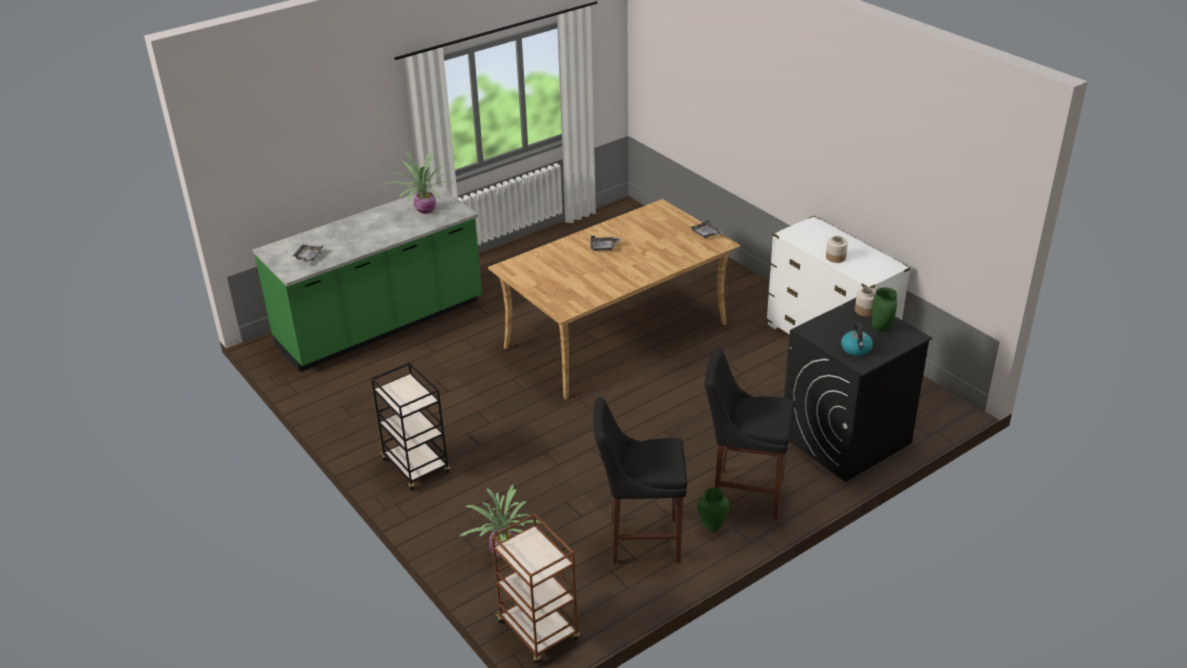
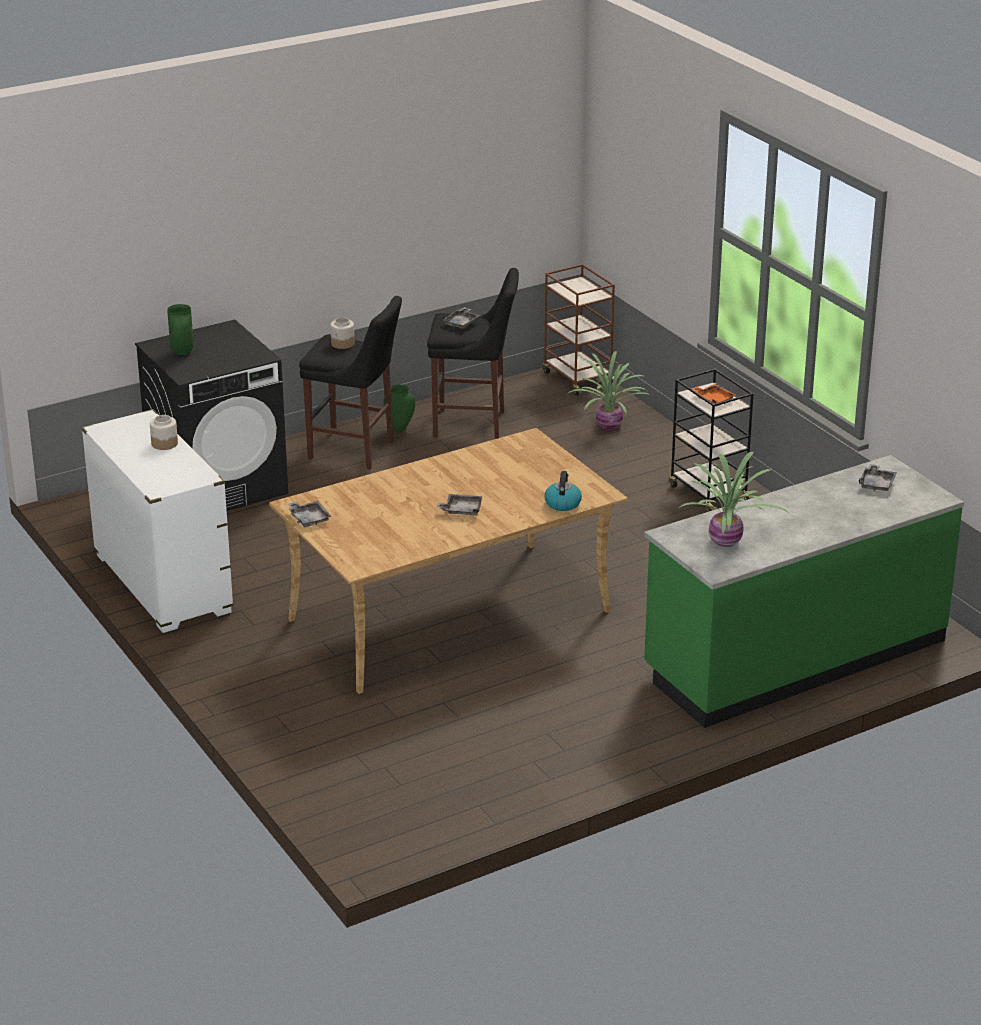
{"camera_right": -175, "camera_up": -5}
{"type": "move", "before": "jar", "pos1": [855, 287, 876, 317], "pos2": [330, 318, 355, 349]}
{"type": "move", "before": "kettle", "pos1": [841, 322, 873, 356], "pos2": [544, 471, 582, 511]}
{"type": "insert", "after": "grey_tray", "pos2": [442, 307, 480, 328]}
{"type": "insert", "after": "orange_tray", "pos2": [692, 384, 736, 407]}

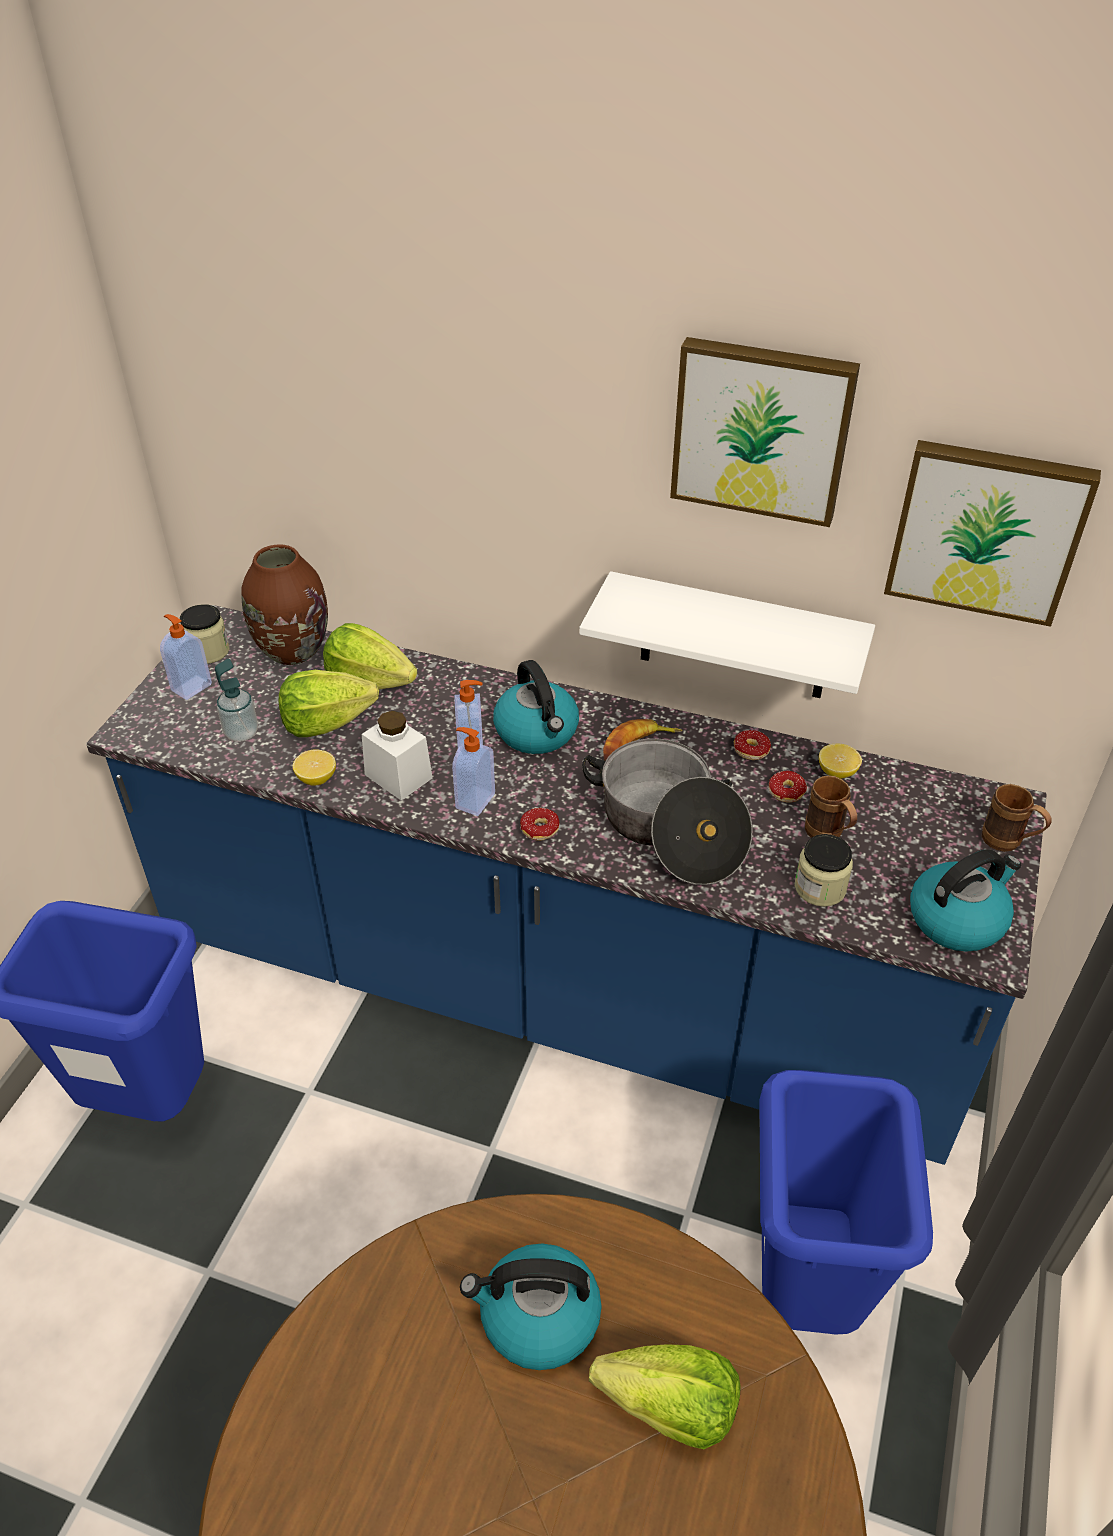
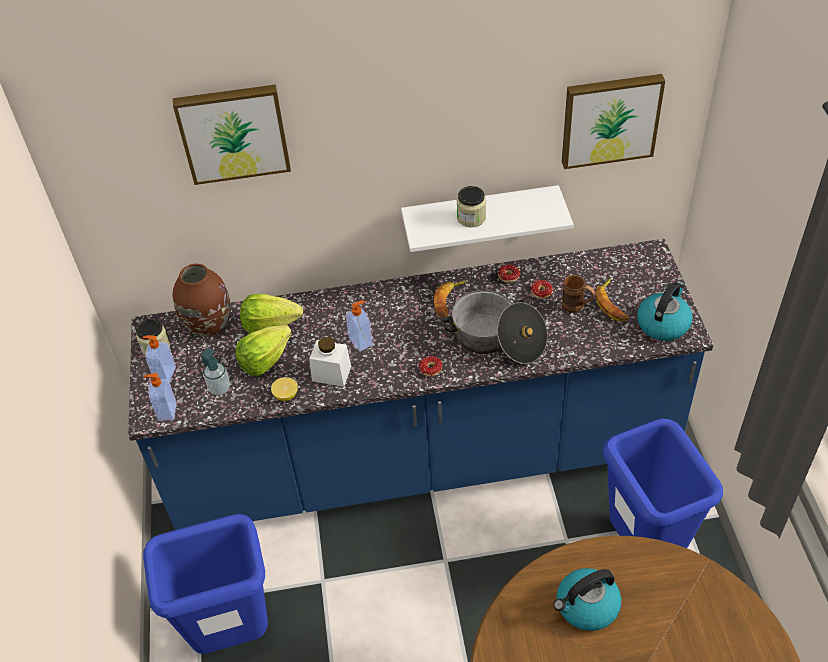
{"camera_right": -25, "camera_up": 5}
{"type": "move", "before": "picture", "pos1": [670, 337, 860, 527], "pos2": [173, 84, 291, 185]}
{"type": "delete", "before": "kettle", "pos1": [493, 660, 579, 754]}
{"type": "move", "before": "soap_dispenser", "pos1": [452, 727, 495, 816], "pos2": [144, 373, 177, 421]}
{"type": "delete", "before": "lemon", "pos1": [819, 743, 862, 779]}
{"type": "delete", "before": "brown_mug", "pos1": [982, 784, 1052, 852]}
{"type": "move", "before": "jar", "pos1": [795, 834, 853, 907], "pos2": [457, 186, 486, 227]}
{"type": "delete", "before": "lettuce", "pos1": [589, 1344, 741, 1449]}
{"type": "insert", "after": "banana", "pos2": [596, 278, 629, 322]}

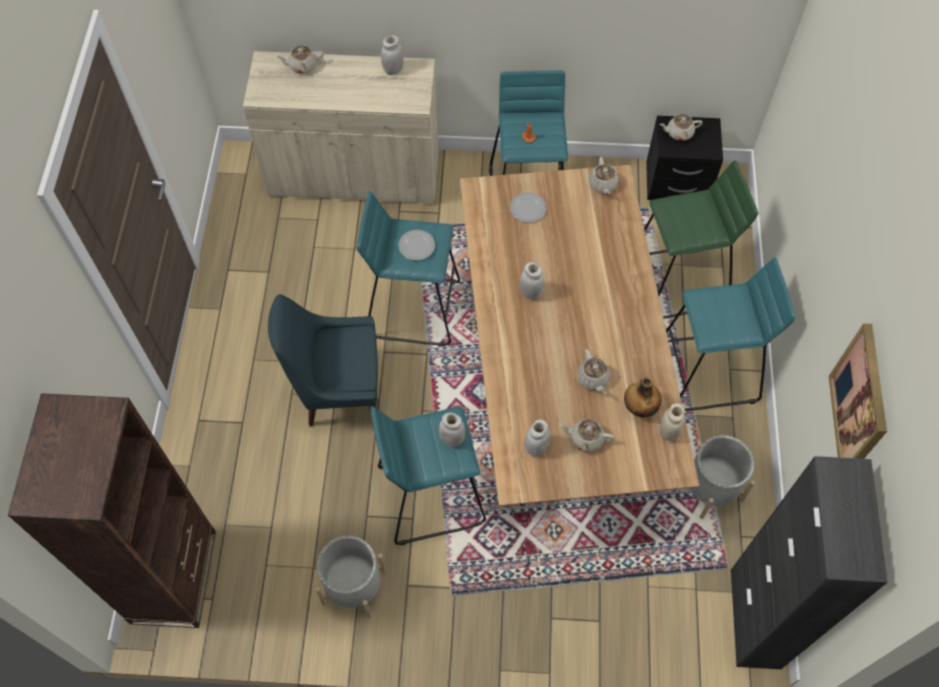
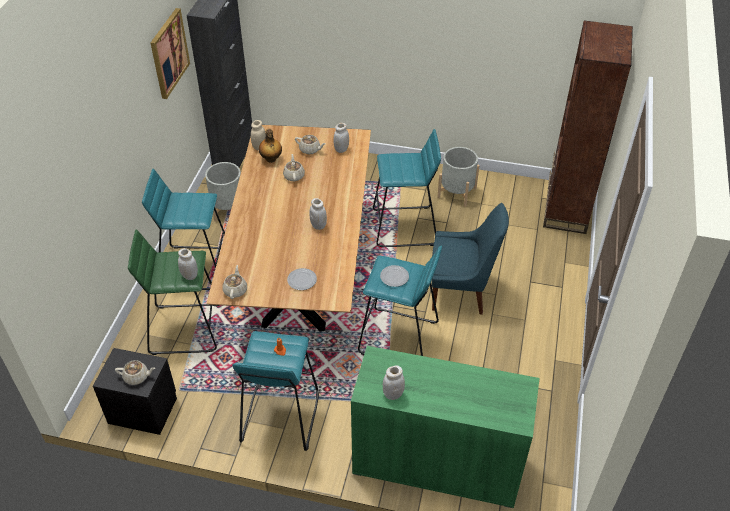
{"camera_right": -170, "camera_up": -15}
{"type": "delete", "before": "beige_teapot", "pos1": [276, 45, 324, 74]}
{"type": "recolor", "before": "beige_cabinet", "after": "green_cabinet", "pos1": [243, 51, 439, 203], "pos2": [351, 346, 539, 508]}
{"type": "move", "before": "white_jar", "pos1": [439, 413, 465, 447], "pos2": [178, 248, 198, 280]}

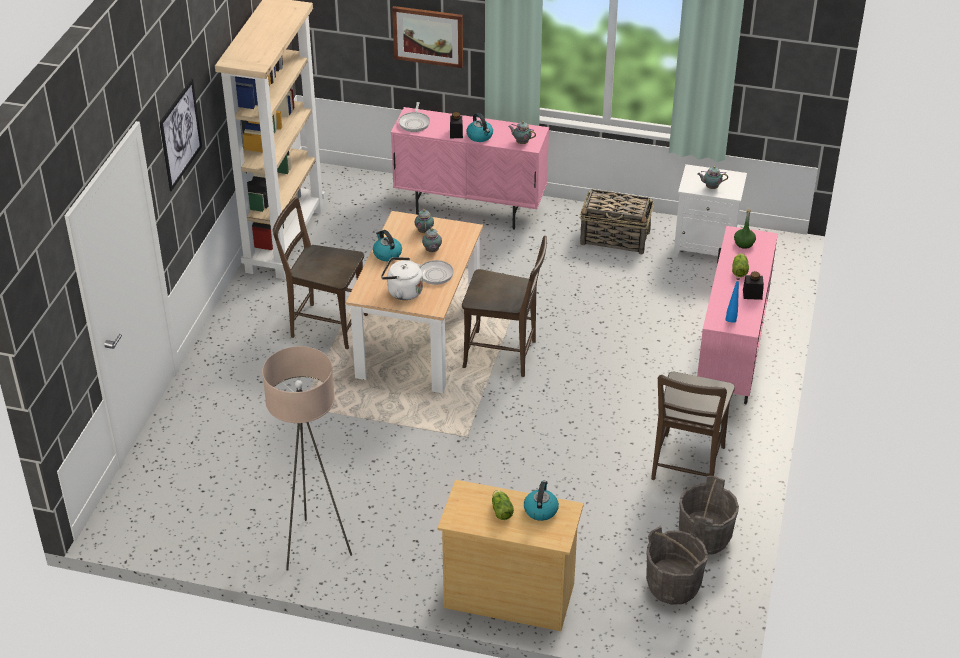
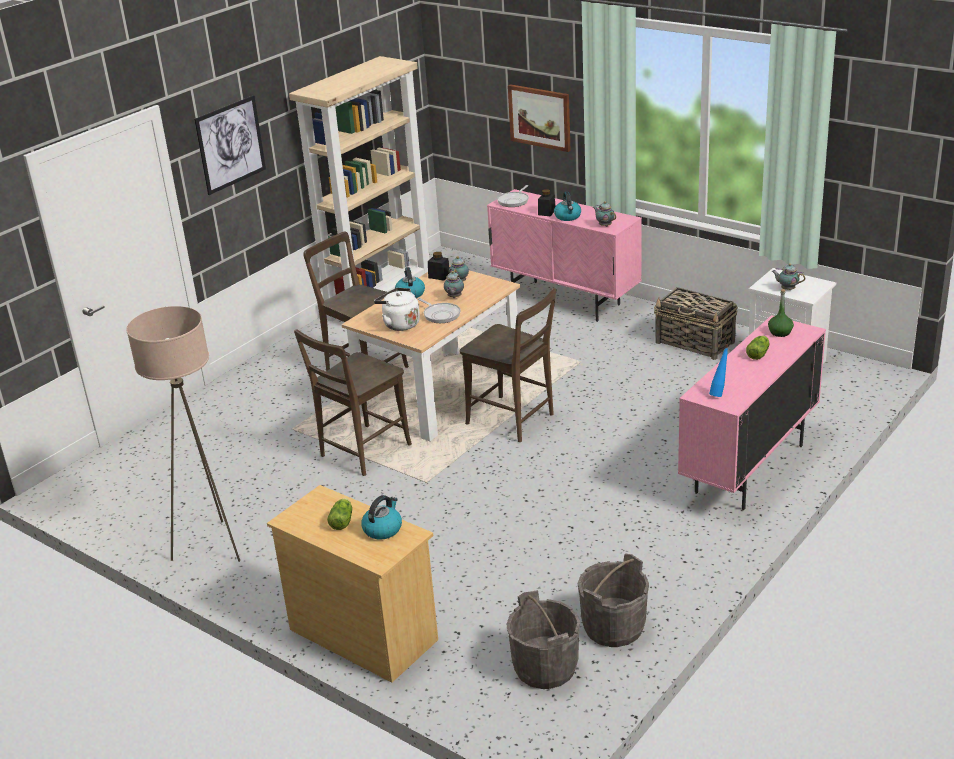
{"camera_right": 25, "camera_up": -10}
{"type": "move", "before": "black_jar", "pos1": [743, 271, 764, 300], "pos2": [428, 252, 449, 281]}
{"type": "move", "before": "brown_chair", "pos1": [651, 372, 735, 480], "pos2": [294, 329, 412, 476]}

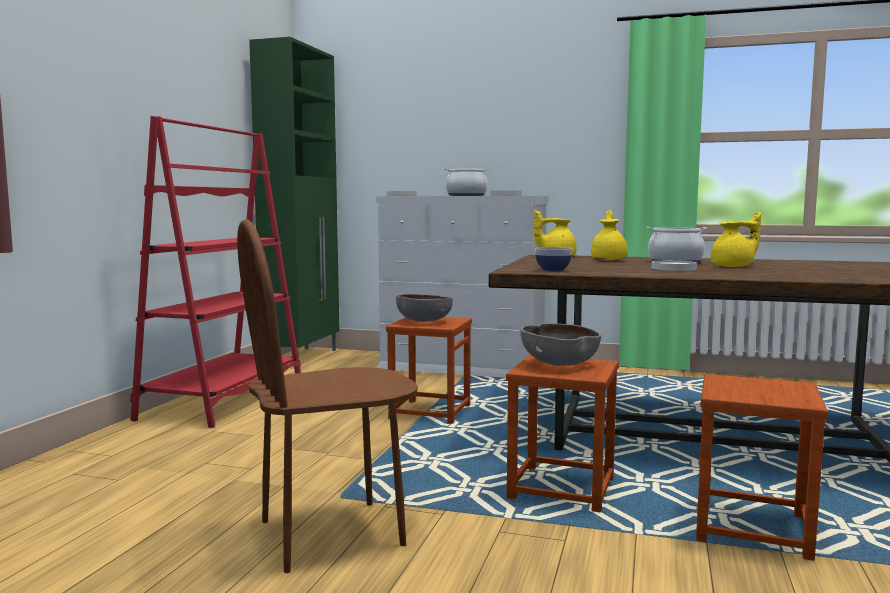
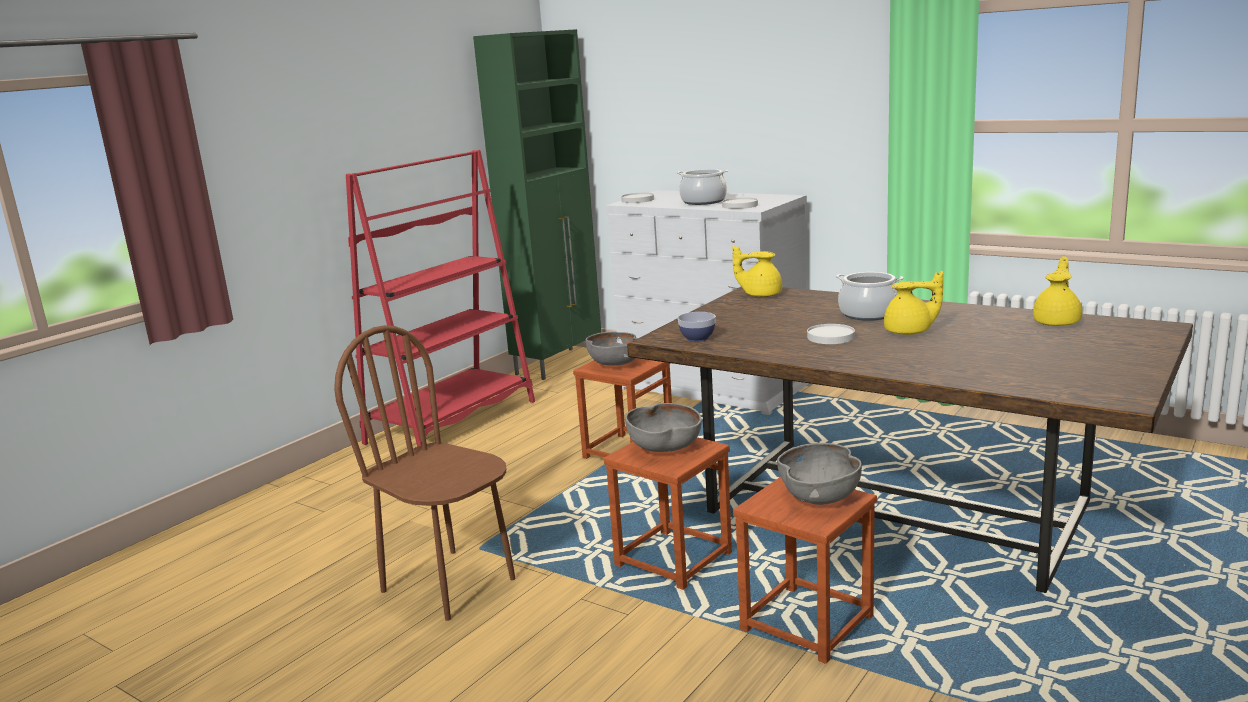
{"camera_right": 20, "camera_up": 10}
{"type": "move", "before": "yellow_teapot", "pos1": [591, 210, 628, 260], "pos2": [1033, 256, 1082, 326]}
{"type": "rotate", "before": "brown_chair", "pos1": [237, 219, 418, 573], "pos2": [334, 325, 516, 621], "turn": 45}
{"type": "insert", "after": "grey_bowl", "pos2": [777, 443, 862, 505]}

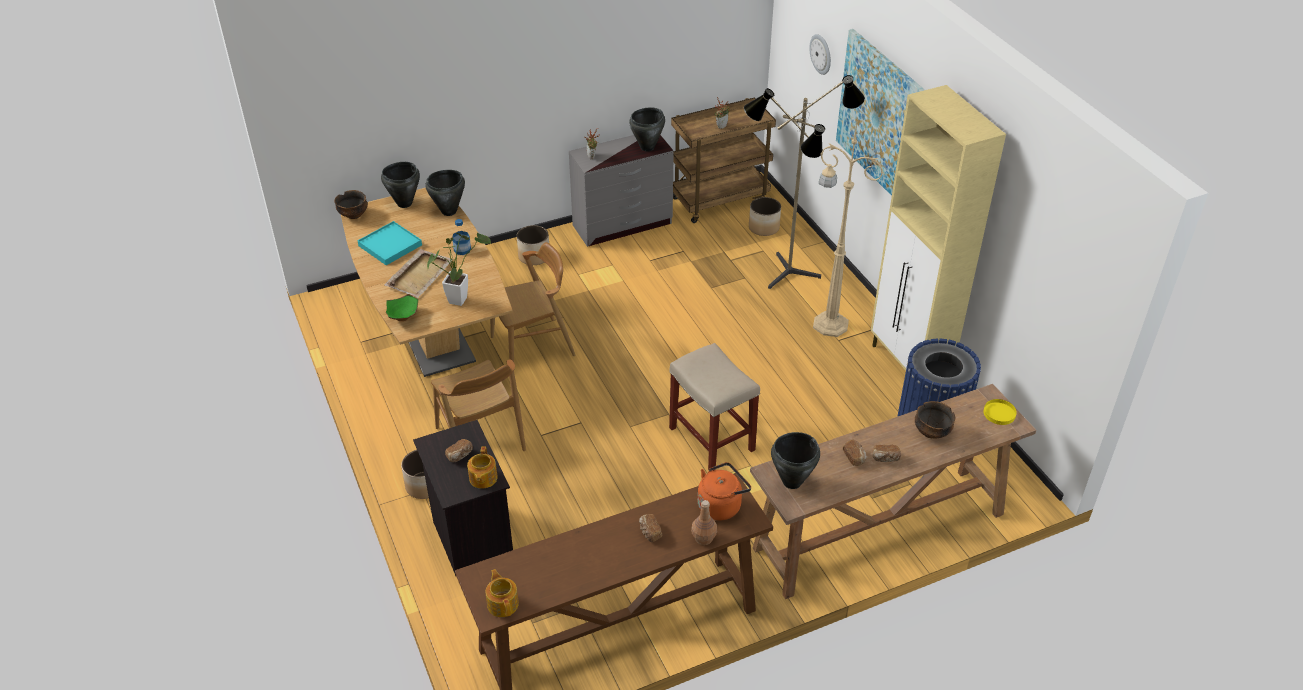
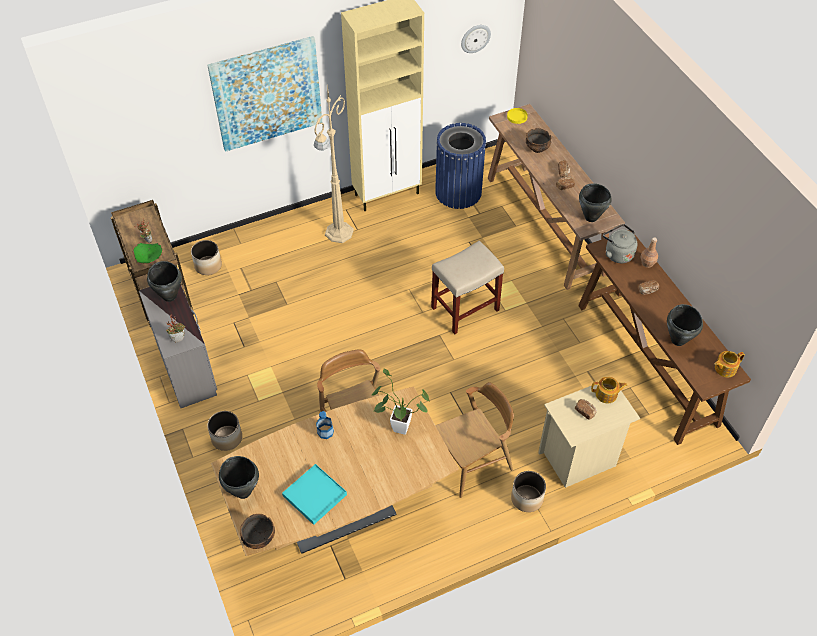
{"camera_right": -90, "camera_up": 10}
{"type": "move", "before": "wall_clock", "pos1": [809, 34, 831, 75], "pos2": [461, 25, 491, 53]}
{"type": "delete", "before": "floor_lamp", "pos1": [744, 75, 865, 289]}
{"type": "move", "before": "black_cooking_pot", "pos1": [425, 170, 465, 216], "pos2": [667, 304, 703, 346]}
{"type": "delete", "before": "beige_tray", "pos1": [385, 249, 453, 298]}
{"type": "move", "before": "green_bowl", "pos1": [386, 294, 418, 321], "pos2": [132, 243, 162, 263]}
{"type": "recolor", "before": "black_nightstand", "after": "beige_nightstand", "pos1": [413, 420, 513, 576], "pos2": [538, 385, 640, 488]}
{"type": "recolor", "before": "orange_kettle", "after": "grey_kettle", "pos1": [698, 462, 751, 521], "pos2": [603, 224, 638, 263]}

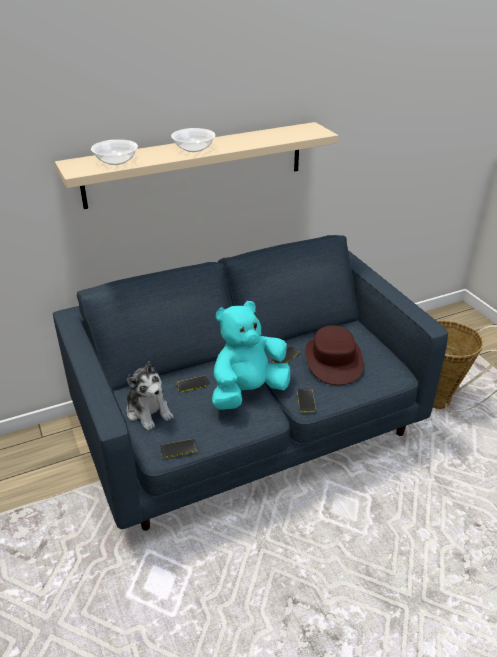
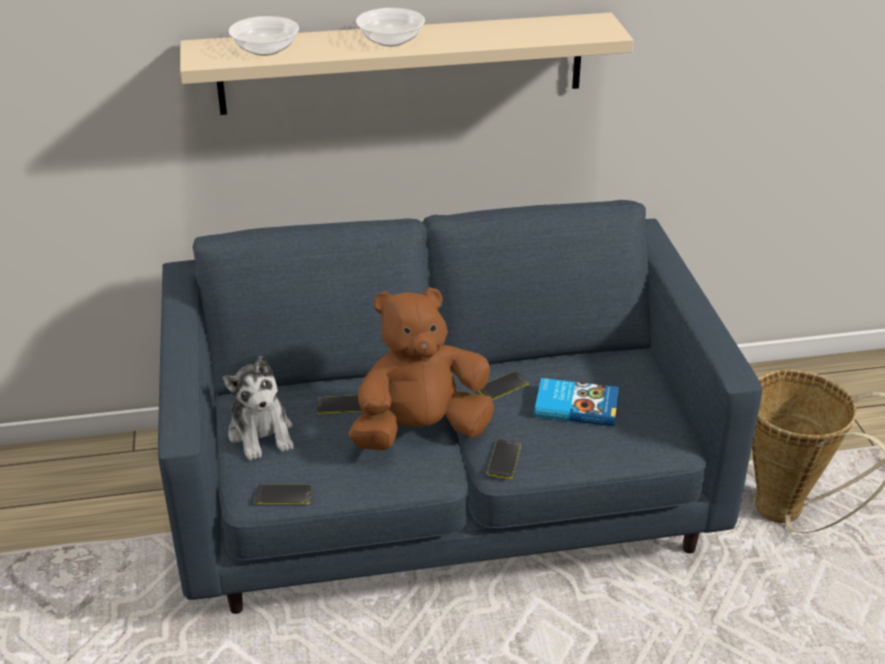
{"camera_right": 15, "camera_up": 0}
{"type": "recolor", "before": "turquoise_plush_toy", "after": "brown_plush_toy", "pos1": [212, 301, 290, 410], "pos2": [348, 287, 494, 450]}
{"type": "replace", "before": "brown_hat", "after": "book", "pos1": [305, 325, 364, 385], "pos2": [534, 378, 619, 426]}

